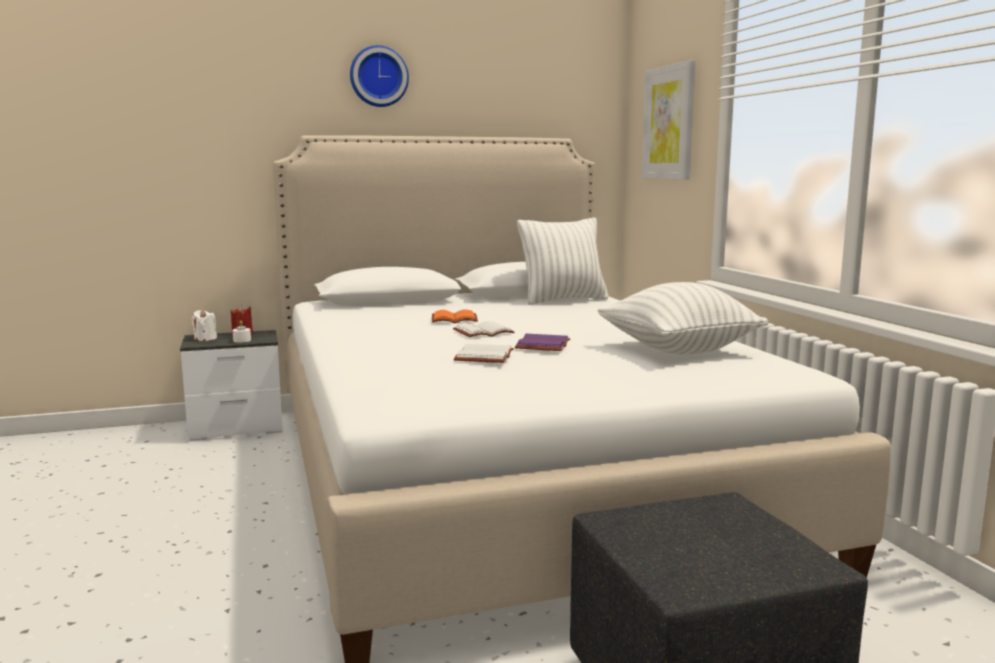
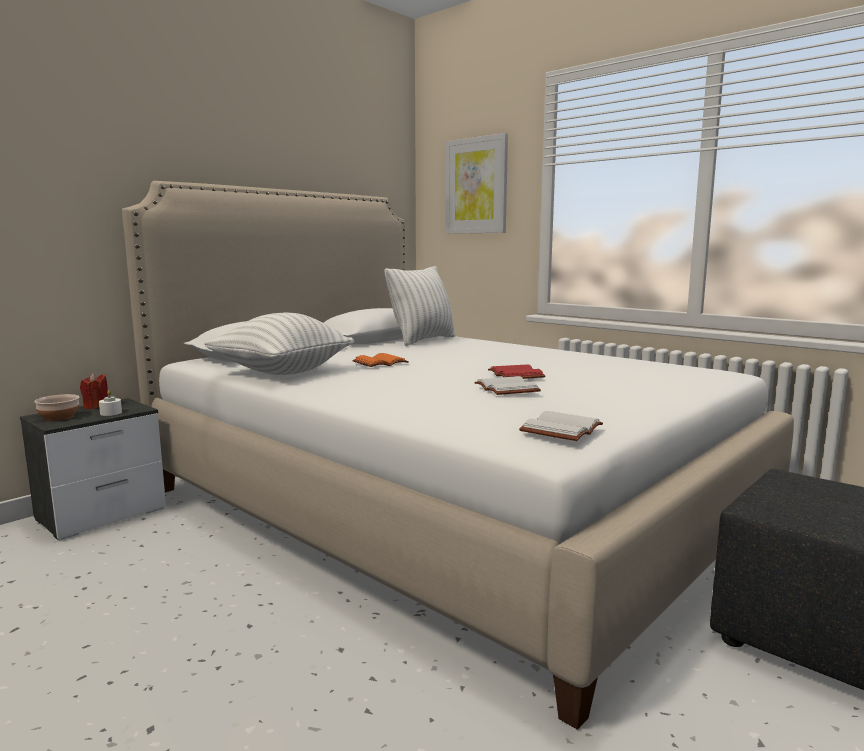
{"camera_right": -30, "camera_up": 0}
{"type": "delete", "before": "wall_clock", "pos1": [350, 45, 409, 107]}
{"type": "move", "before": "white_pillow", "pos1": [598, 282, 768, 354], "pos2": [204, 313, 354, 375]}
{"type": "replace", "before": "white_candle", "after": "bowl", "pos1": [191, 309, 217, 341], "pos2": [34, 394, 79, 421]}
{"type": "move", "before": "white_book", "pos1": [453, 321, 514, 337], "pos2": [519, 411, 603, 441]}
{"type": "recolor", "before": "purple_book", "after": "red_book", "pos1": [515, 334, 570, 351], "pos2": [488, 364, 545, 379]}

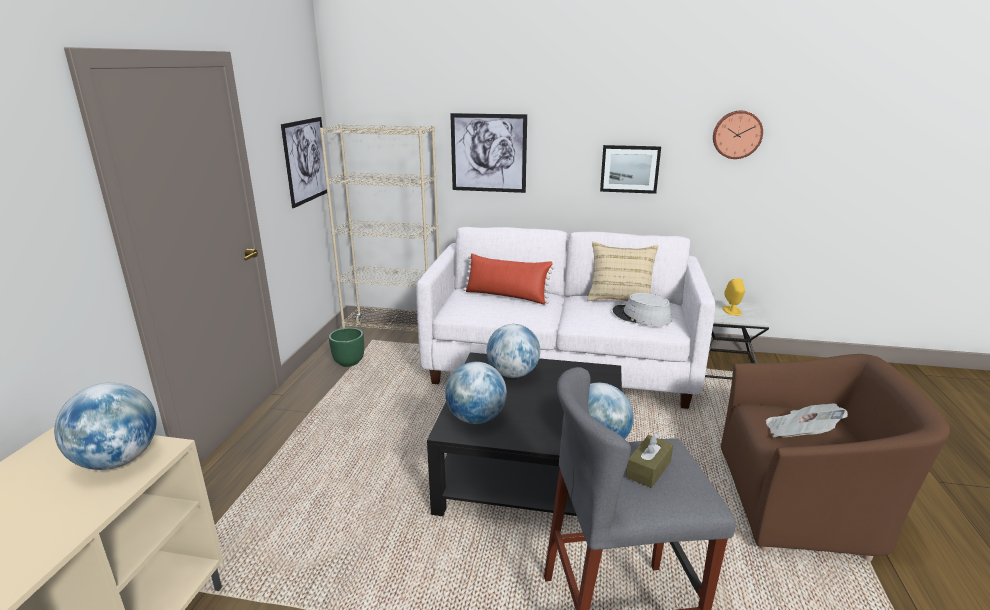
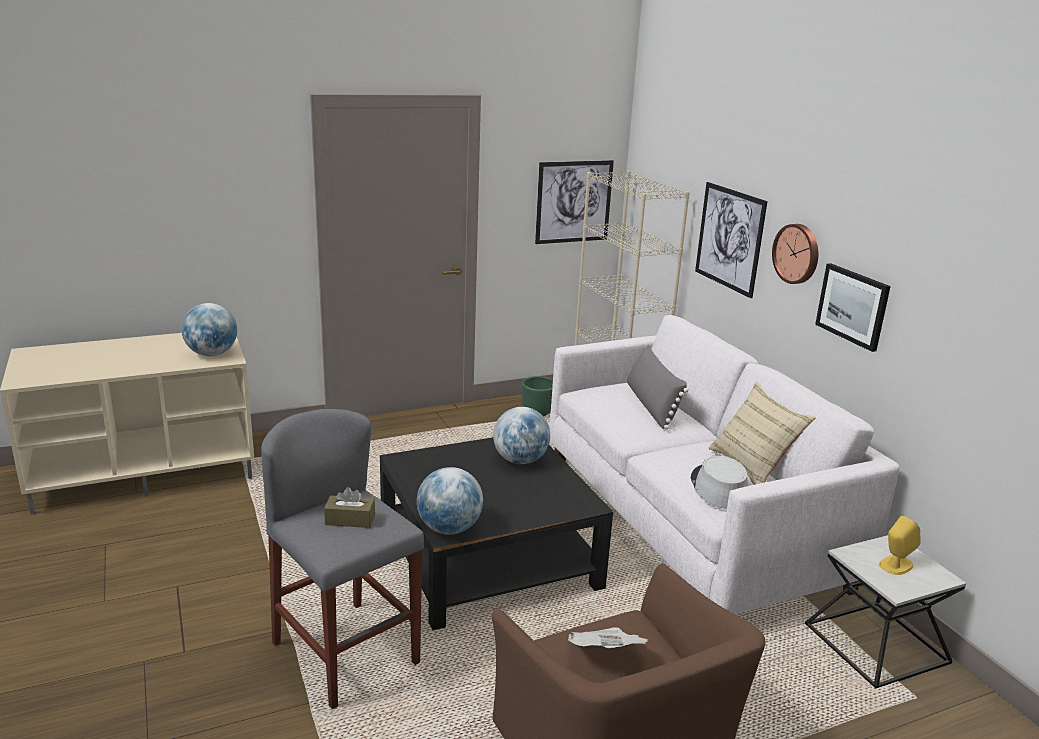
{"camera_right": 55, "camera_up": 0}
{"type": "move", "before": "wall_clock", "pos1": [713, 111, 763, 159], "pos2": [772, 224, 818, 284]}
{"type": "recolor", "before": "red_pillow", "after": "grey_pillow", "pos1": [463, 253, 555, 305], "pos2": [627, 345, 689, 430]}
{"type": "delete", "before": "globe", "pos1": [445, 362, 507, 424]}

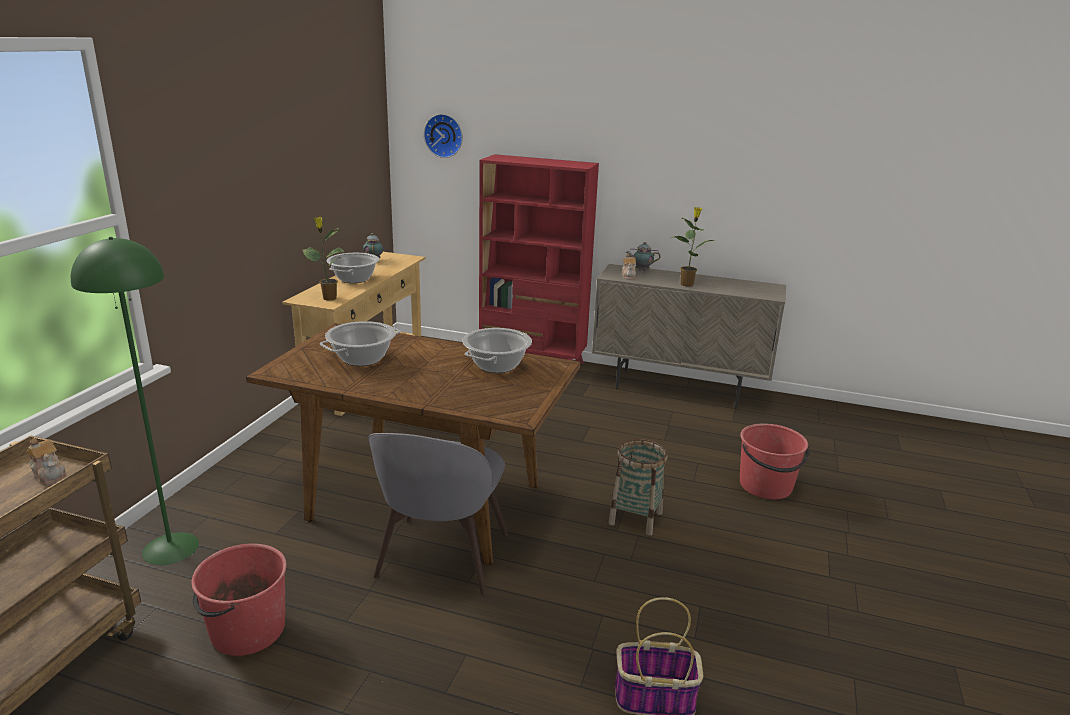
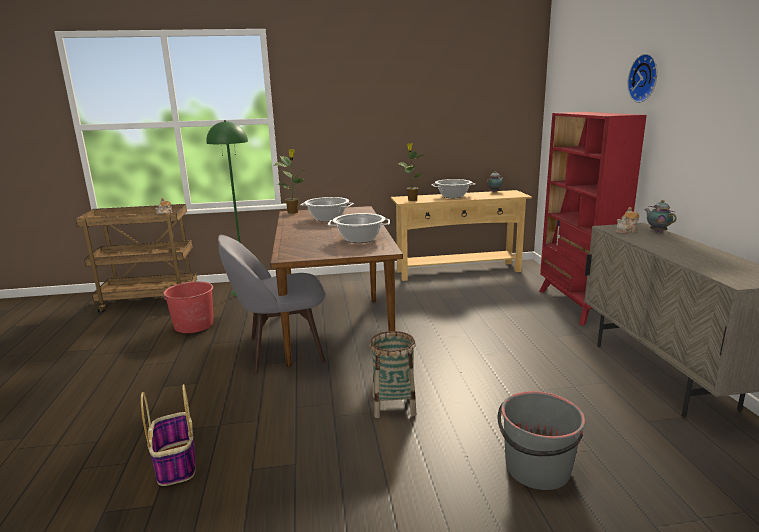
{"camera_right": 65, "camera_up": -5}
{"type": "move", "before": "wall_clock", "pos1": [424, 114, 463, 158], "pos2": [627, 54, 657, 103]}
{"type": "move", "before": "potted_plant", "pos1": [675, 207, 714, 287], "pos2": [273, 149, 305, 214]}
{"type": "recolor", "before": "red_bucket", "after": "grey_bucket", "pos1": [740, 423, 810, 499], "pos2": [498, 391, 586, 490]}

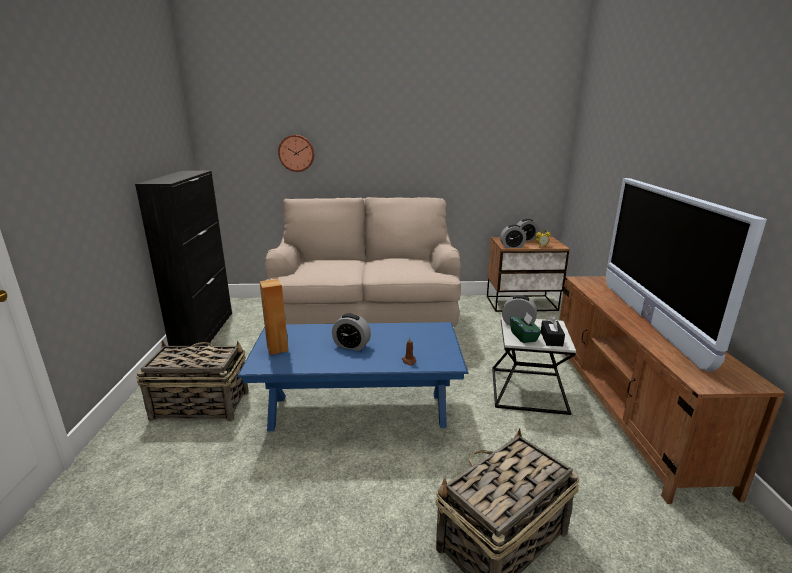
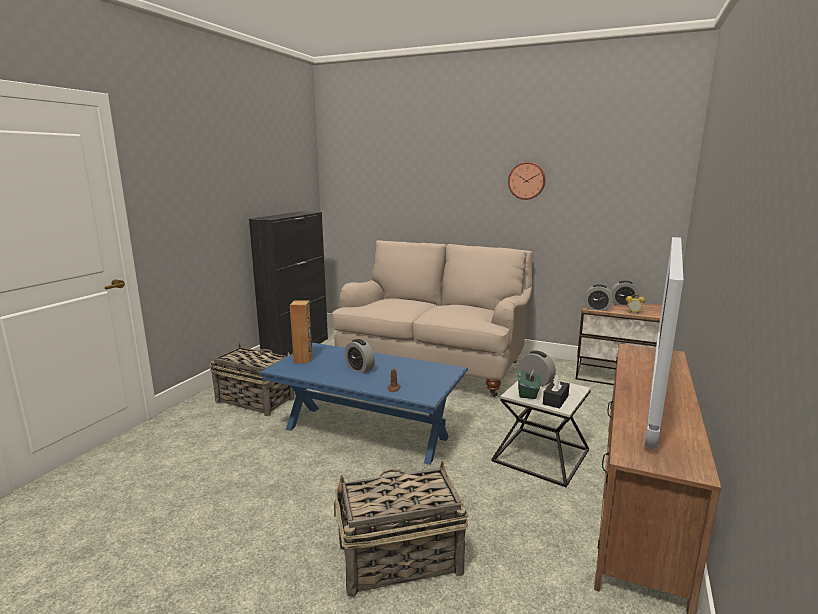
{"camera_right": 25, "camera_up": -5}
{"type": "move", "before": "wall_clock", "pos1": [278, 135, 314, 172], "pos2": [508, 162, 546, 200]}

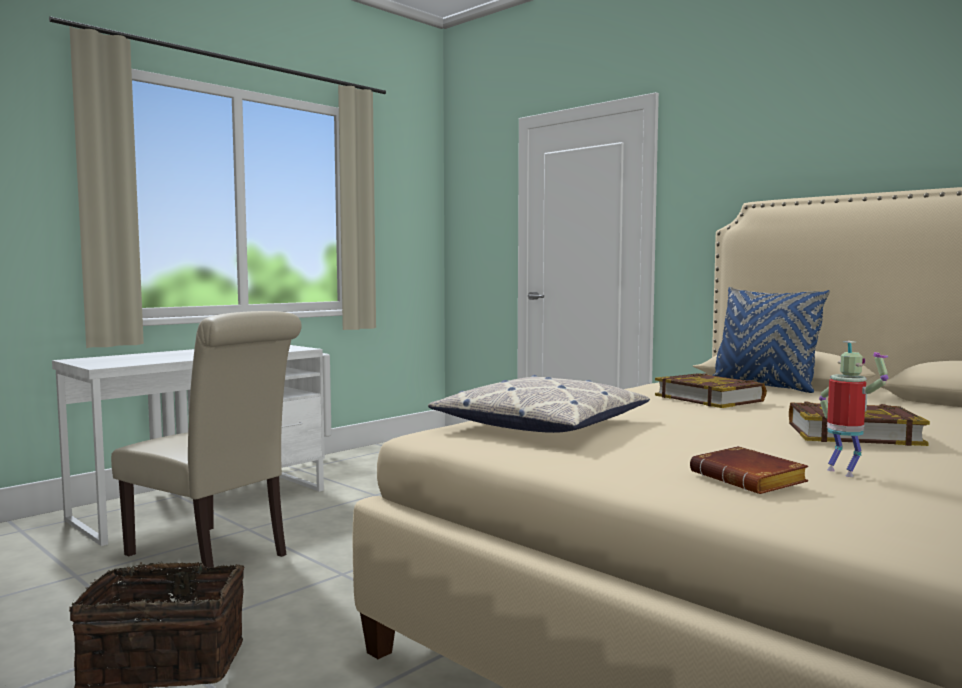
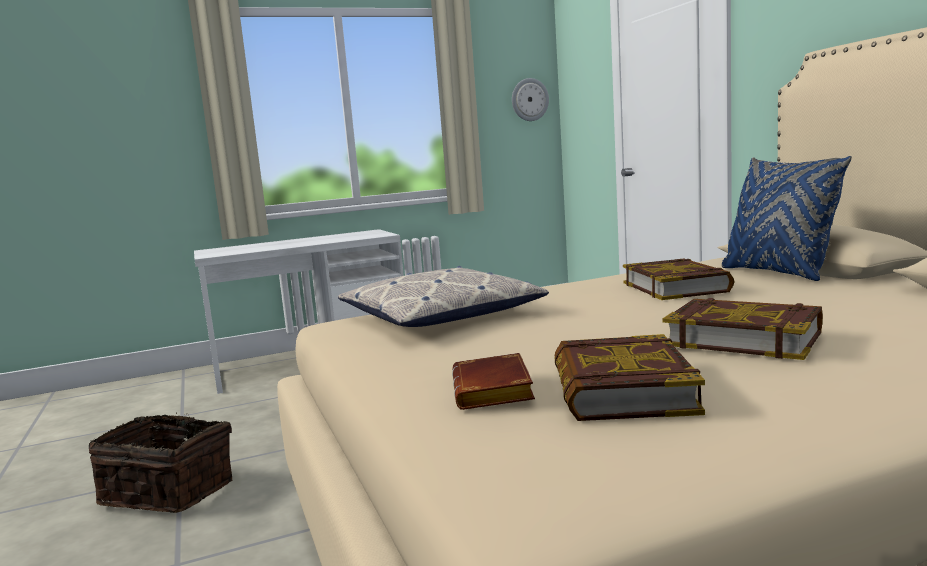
{"camera_right": 25, "camera_up": 5}
{"type": "delete", "before": "beige_chair", "pos1": [111, 311, 302, 568]}
{"type": "replace", "before": "toy_robot", "after": "book", "pos1": [819, 341, 888, 477], "pos2": [554, 334, 705, 421]}
{"type": "insert", "after": "wall_clock", "pos2": [512, 78, 549, 121]}

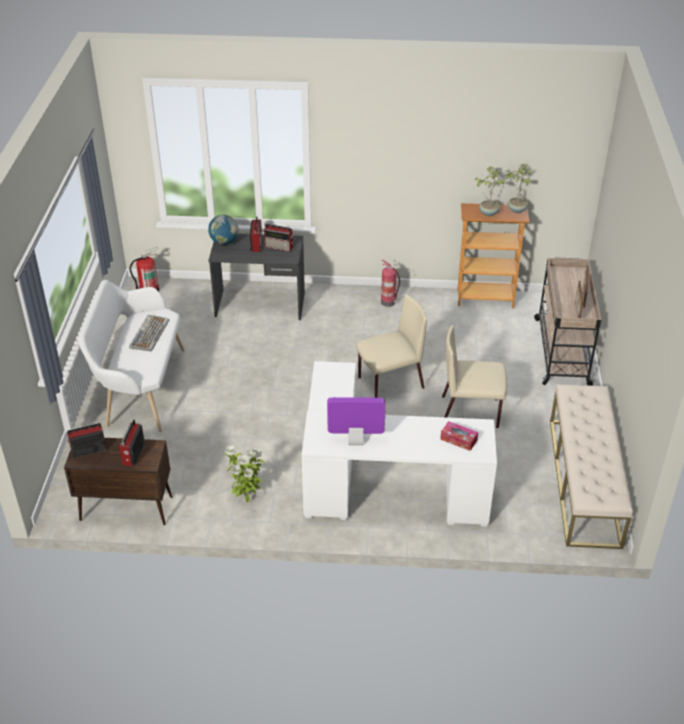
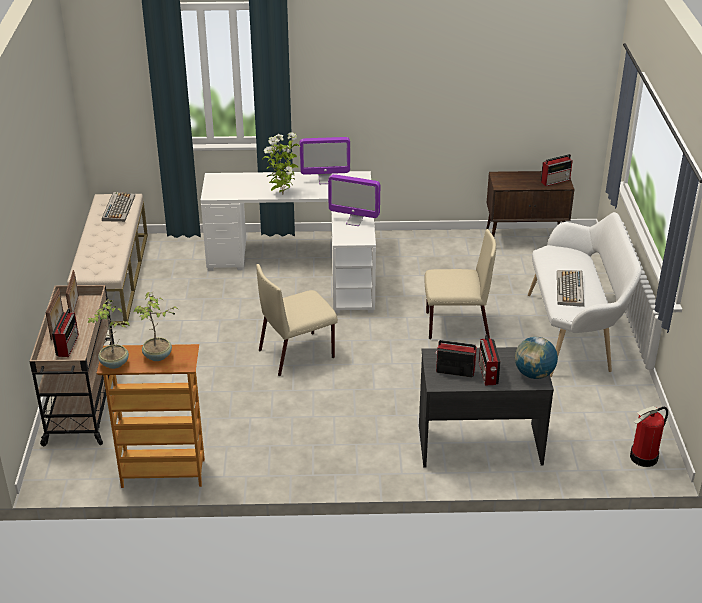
{"camera_right": 175, "camera_up": -5}
{"type": "delete", "before": "fire_extinguisher", "pos1": [381, 260, 400, 307]}
{"type": "move", "before": "beige_chair", "pos1": [442, 325, 507, 428], "pos2": [424, 229, 496, 339]}
{"type": "move", "before": "radio", "pos1": [119, 420, 145, 466], "pos2": [52, 308, 79, 357]}
{"type": "delete", "before": "tissue_box", "pos1": [440, 421, 478, 451]}
{"type": "move", "before": "potted_plant", "pos1": [224, 445, 265, 503], "pos2": [262, 133, 300, 194]}
{"type": "insert", "after": "monitor", "pos2": [328, 174, 380, 226]}
{"type": "insert", "after": "keyboard", "pos2": [102, 192, 135, 222]}

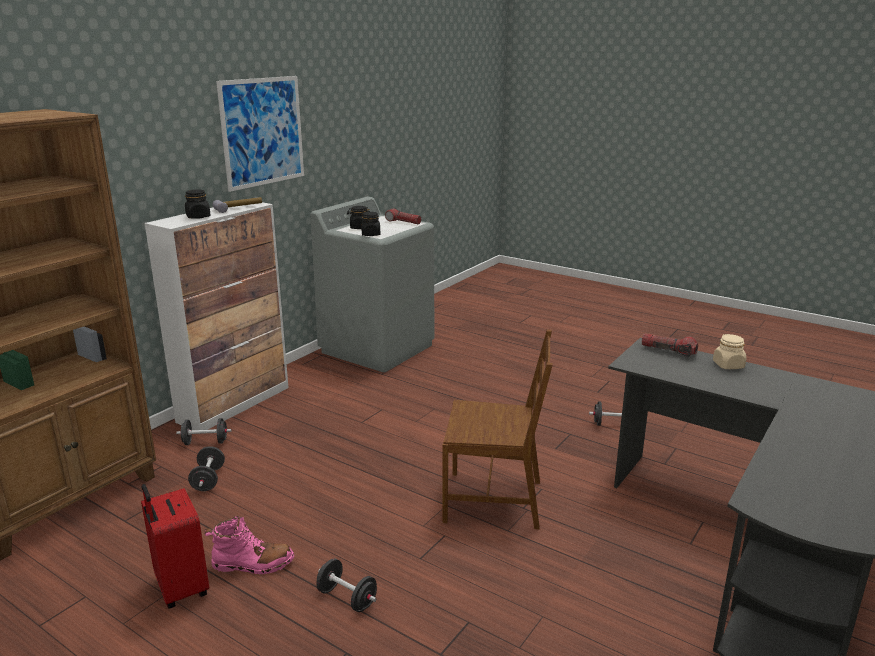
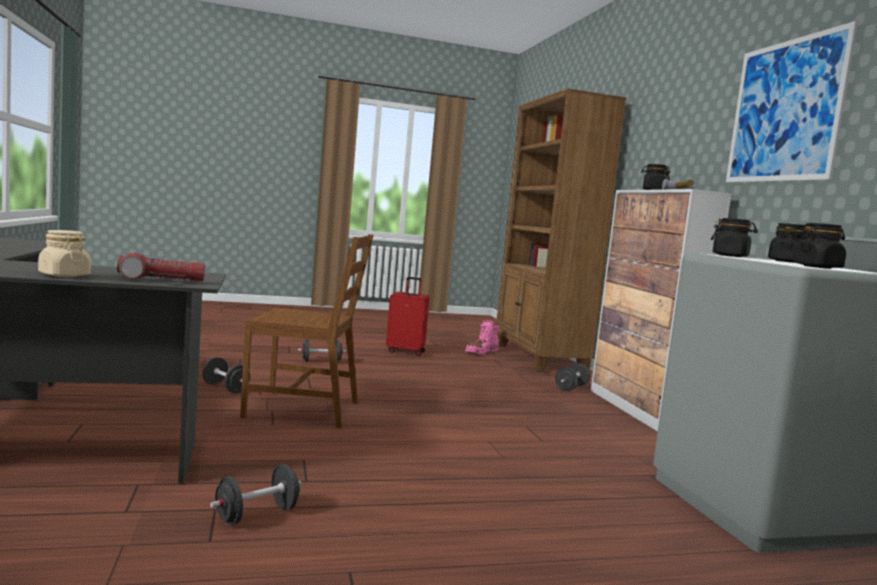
{"camera_right": 130, "camera_up": -15}
{"type": "replace", "before": "flashlight", "after": "black_jar", "pos1": [385, 208, 421, 224], "pos2": [793, 223, 846, 269]}
{"type": "rotate", "before": "brown_chair", "pos1": [442, 330, 553, 529], "pos2": [240, 234, 374, 428], "turn": -135}
{"type": "move", "before": "black_dumbbell", "pos1": [188, 446, 225, 491], "pos2": [202, 357, 250, 393]}
{"type": "move", "before": "pink_boot", "pos1": [205, 516, 294, 574], "pos2": [465, 320, 499, 354]}

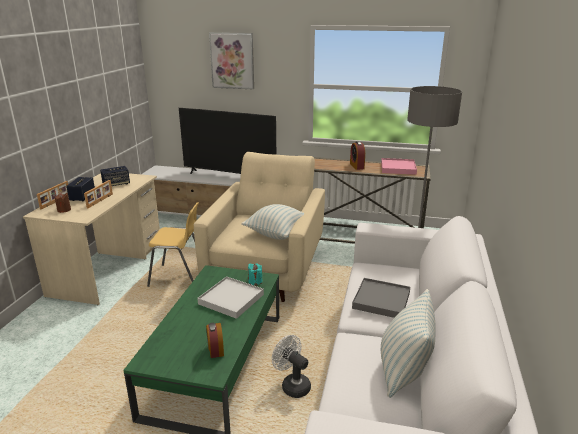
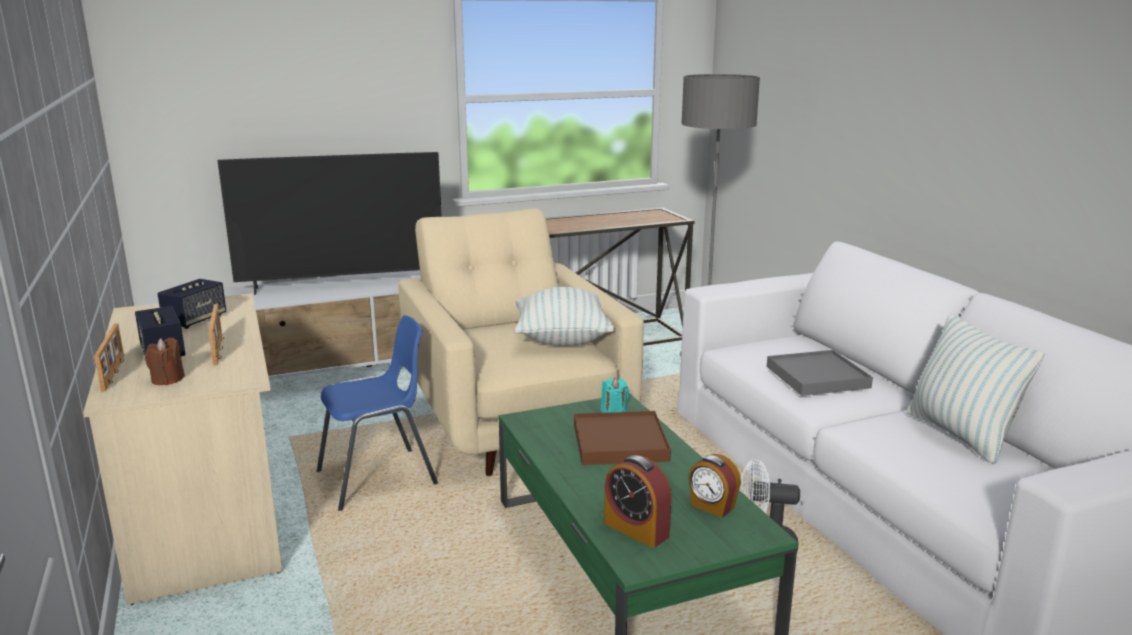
{"camera_right": -35, "camera_up": -5}
{"type": "delete", "before": "picture", "pos1": [209, 32, 254, 89]}
{"type": "move", "before": "alarm_clock", "pos1": [350, 141, 365, 170], "pos2": [604, 455, 671, 548]}
{"type": "delete", "before": "pink_tray", "pos1": [381, 158, 417, 175]}
{"type": "recolor", "before": "yellow_chair", "after": "blue_chair", "pos1": [147, 202, 199, 287], "pos2": [317, 315, 438, 511]}
{"type": "recolor", "before": "white_tray", "after": "brown_tray", "pos1": [197, 276, 264, 319], "pos2": [574, 411, 671, 465]}

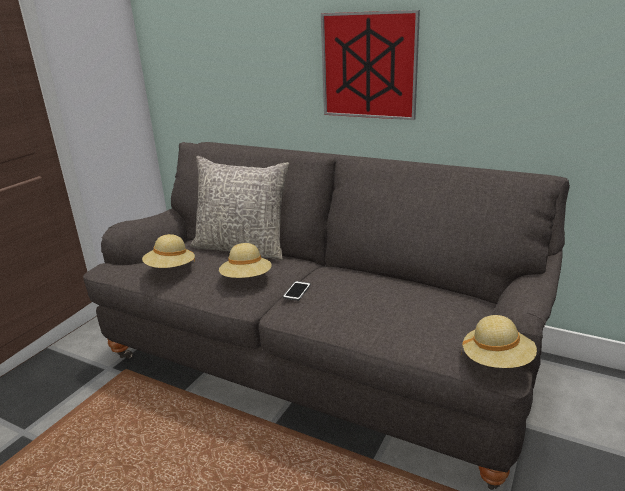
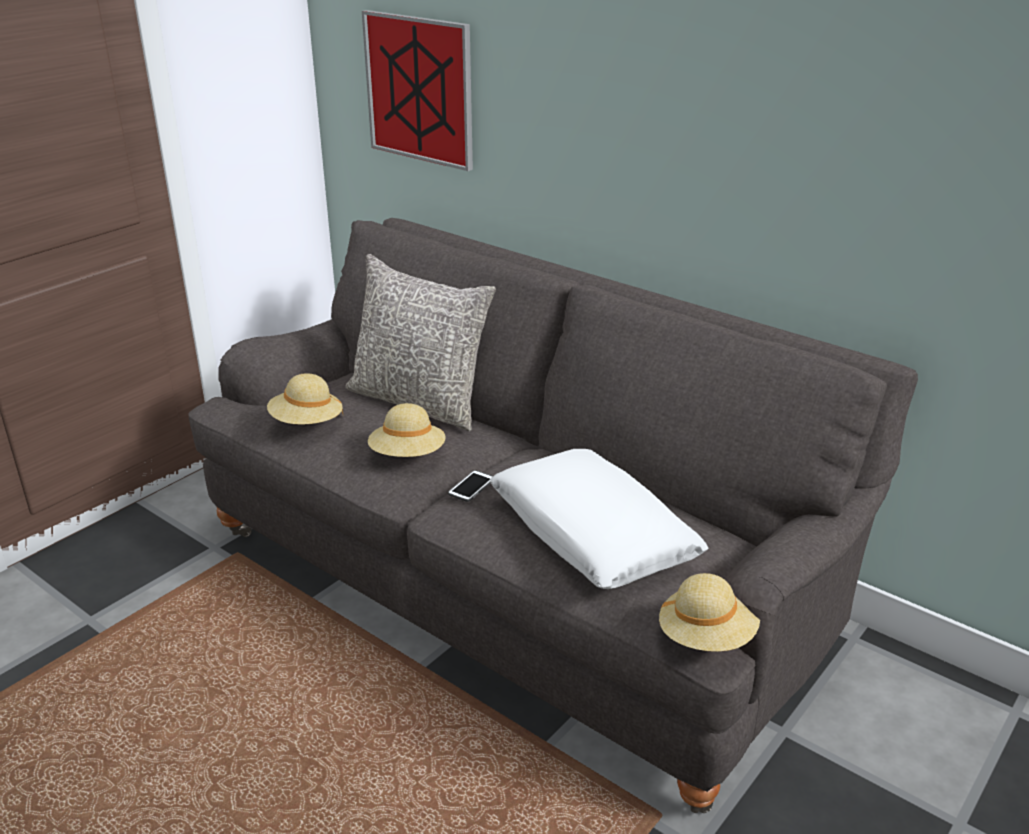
{"camera_right": 10, "camera_up": 5}
{"type": "move", "before": "picture", "pos1": [321, 10, 420, 120], "pos2": [362, 10, 473, 171]}
{"type": "insert", "after": "white_pillow", "pos2": [490, 449, 708, 589]}

